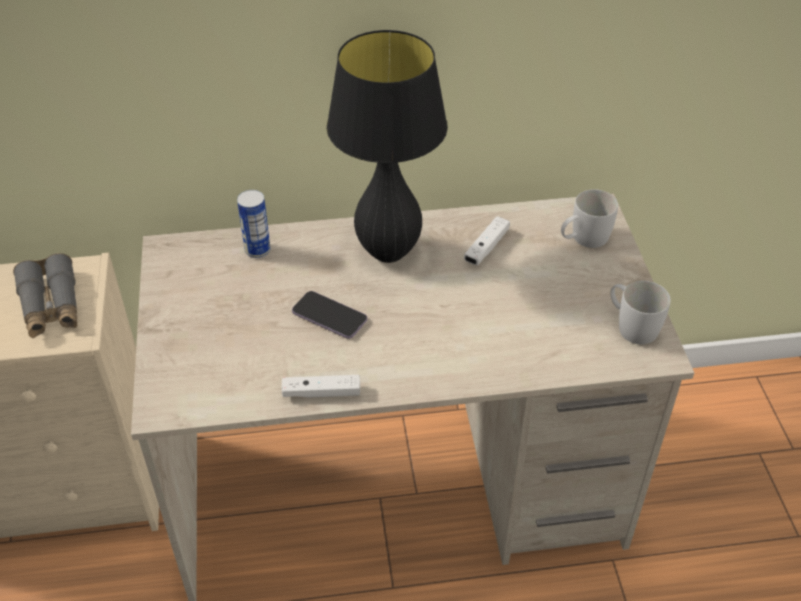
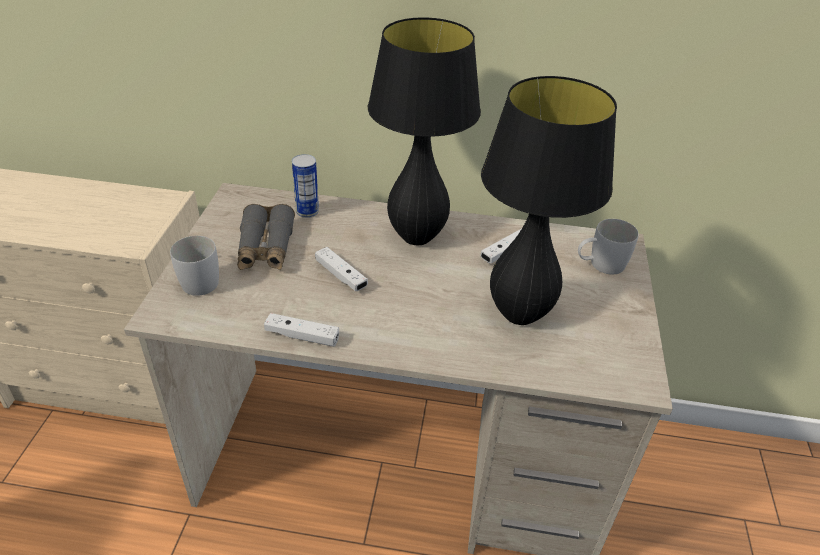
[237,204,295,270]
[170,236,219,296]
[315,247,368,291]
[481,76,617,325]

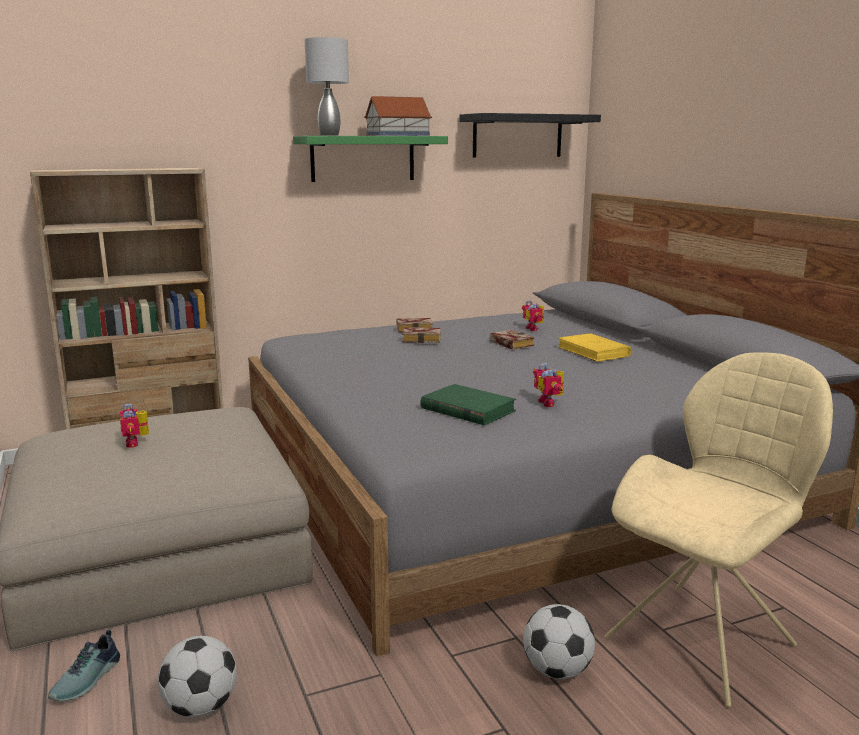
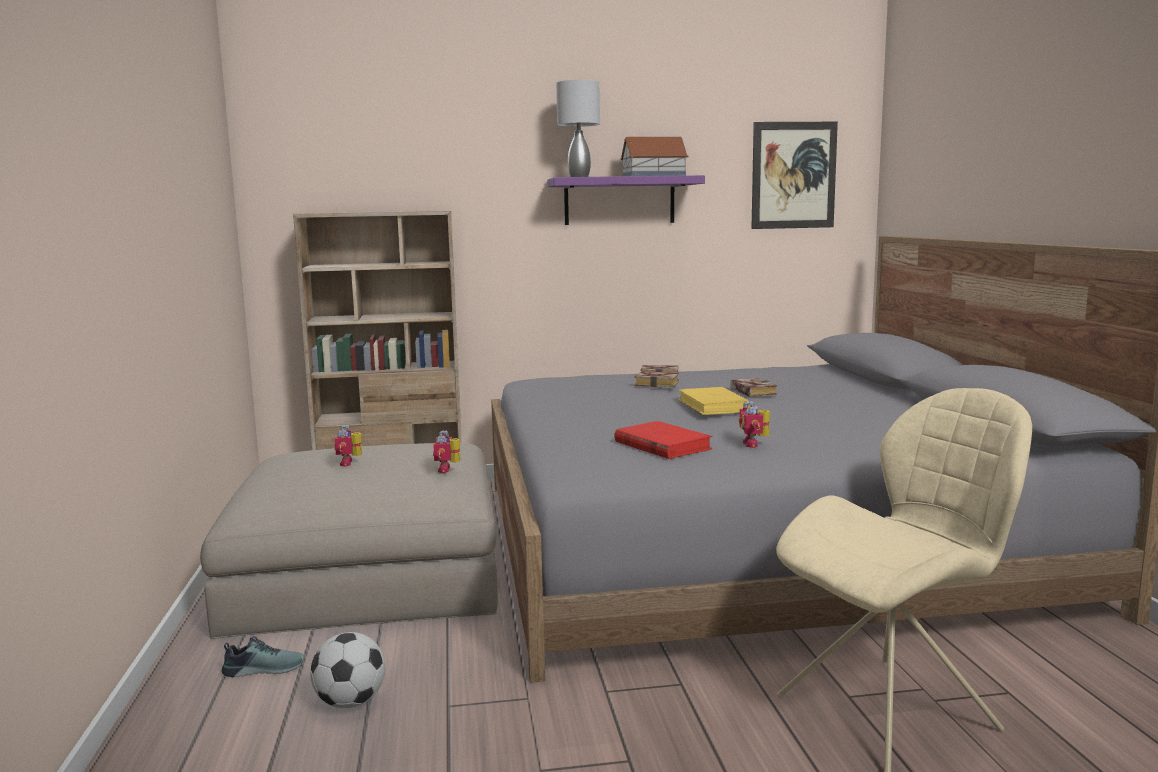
[751,122,838,229]
[547,175,705,225]
[433,430,460,473]
[679,387,751,415]
[614,421,712,459]
[523,604,595,679] (first image)
[222,636,304,678]

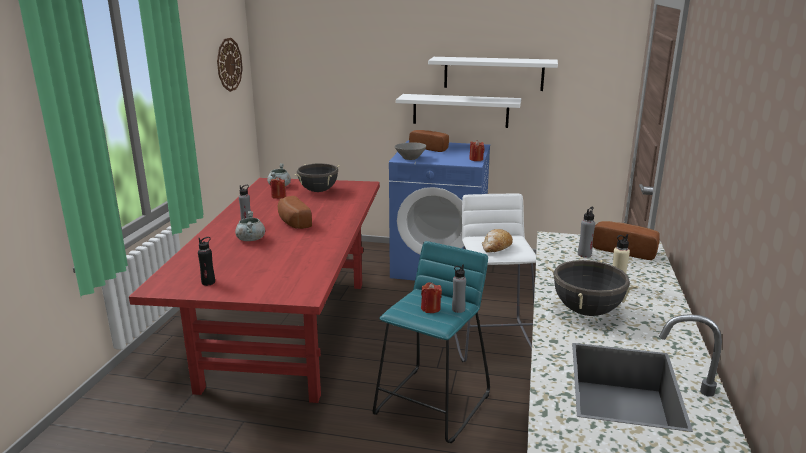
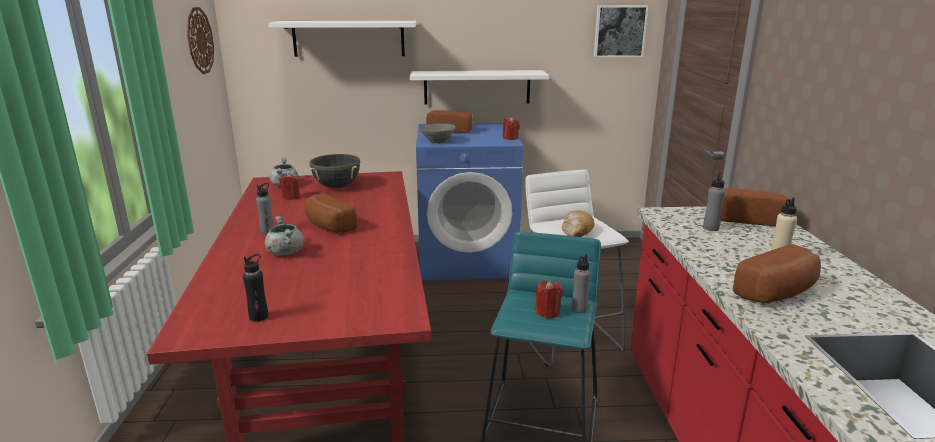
[268,21,416,57]
[733,244,821,304]
[594,5,648,57]

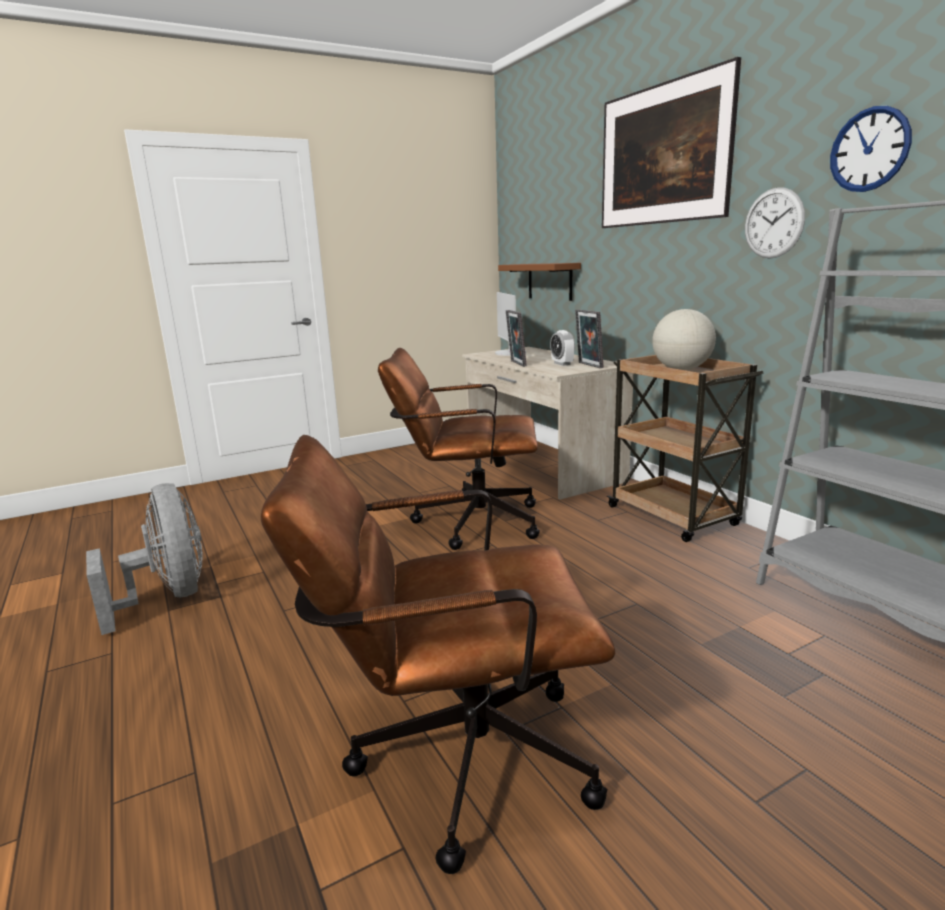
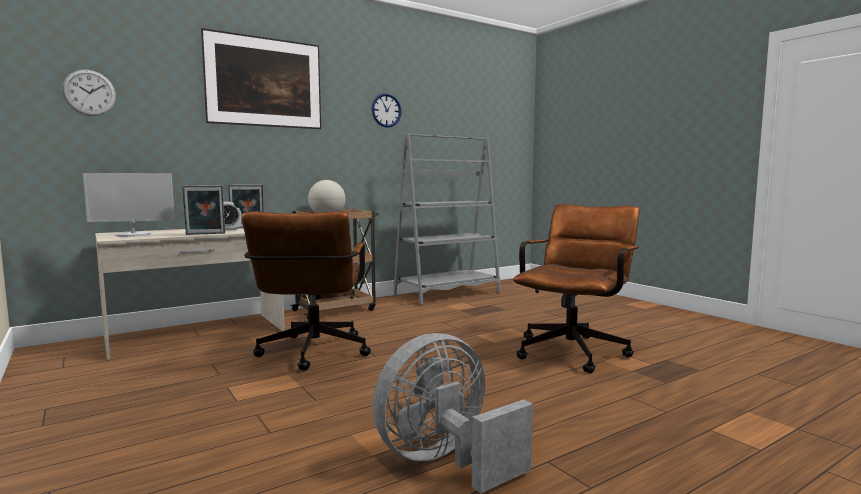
[62,70,116,116]
[498,263,581,301] (first image)
[513,204,640,373]

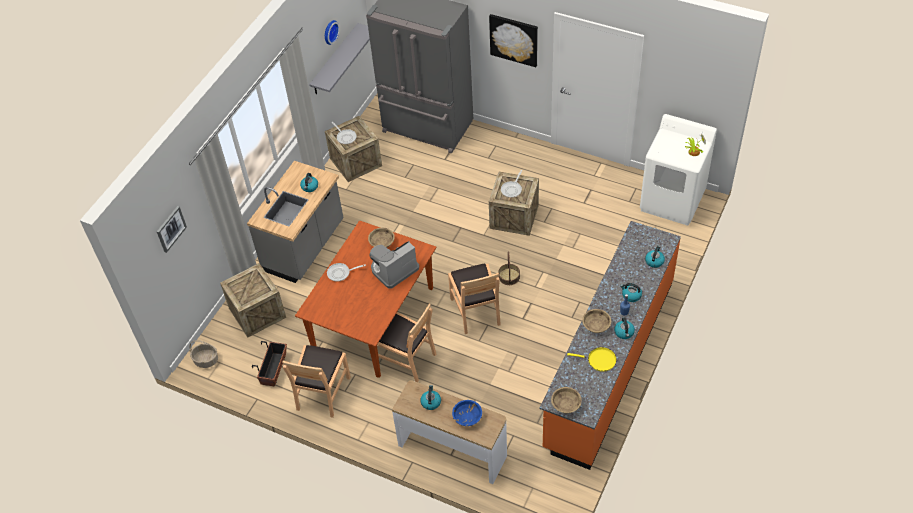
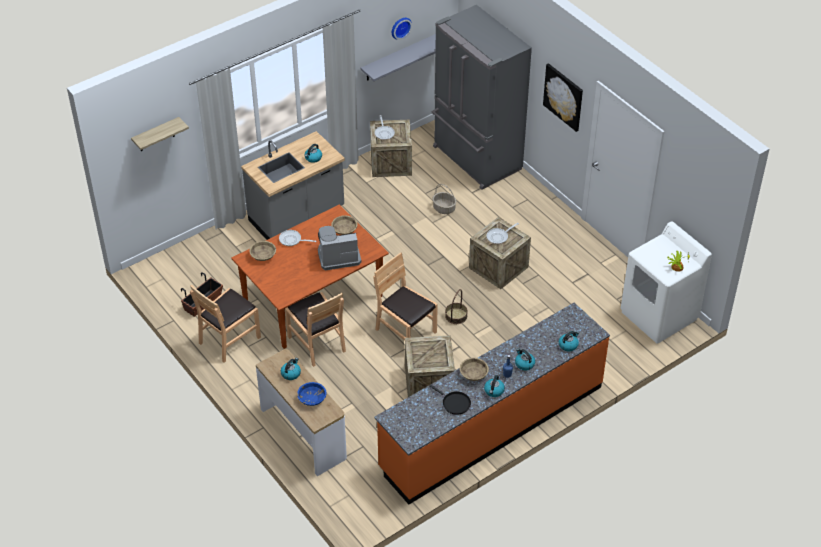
[131,117,189,151]
[405,335,455,397]
[373,253,438,341]
[432,184,456,214]
[429,384,471,415]
[249,241,276,261]

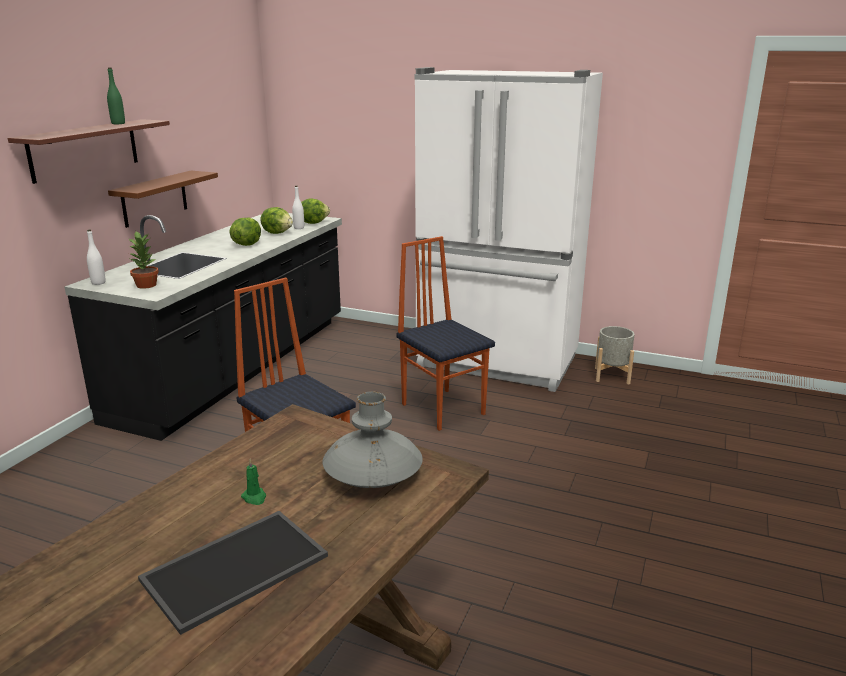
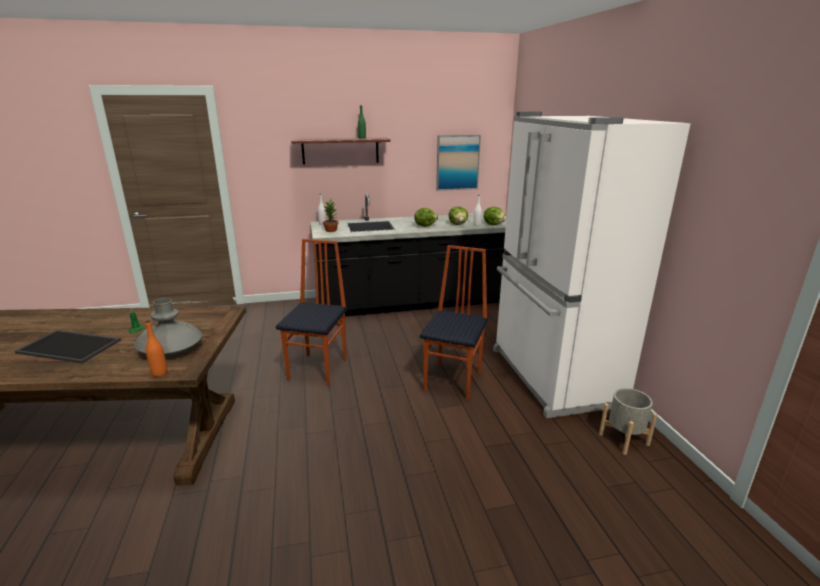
[108,171,218,228] (first image)
[436,135,481,191]
[145,320,167,377]

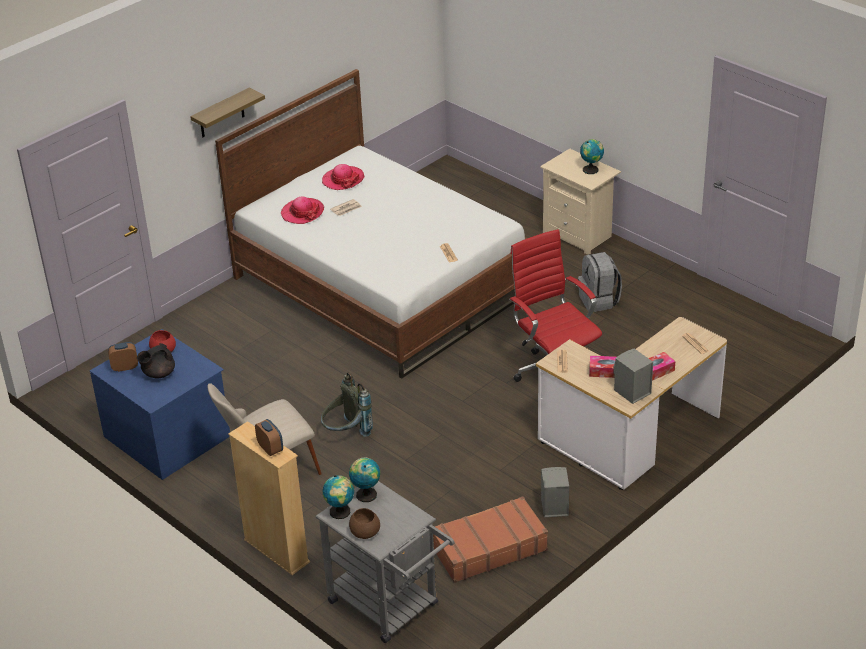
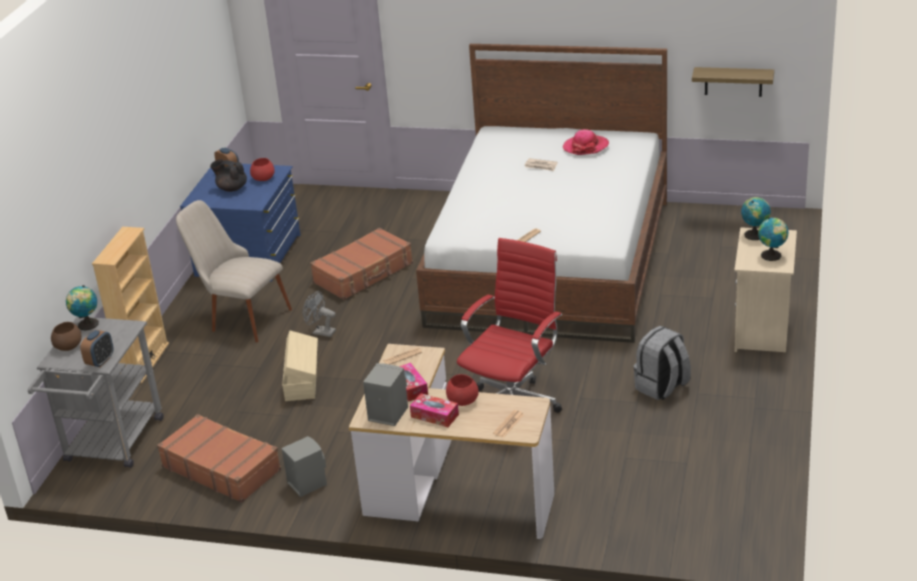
[692,67,774,97]
[281,196,324,224] (first image)
[303,291,336,337]
[80,330,114,367]
[741,197,771,240]
[310,228,413,300]
[282,331,318,401]
[446,374,479,406]

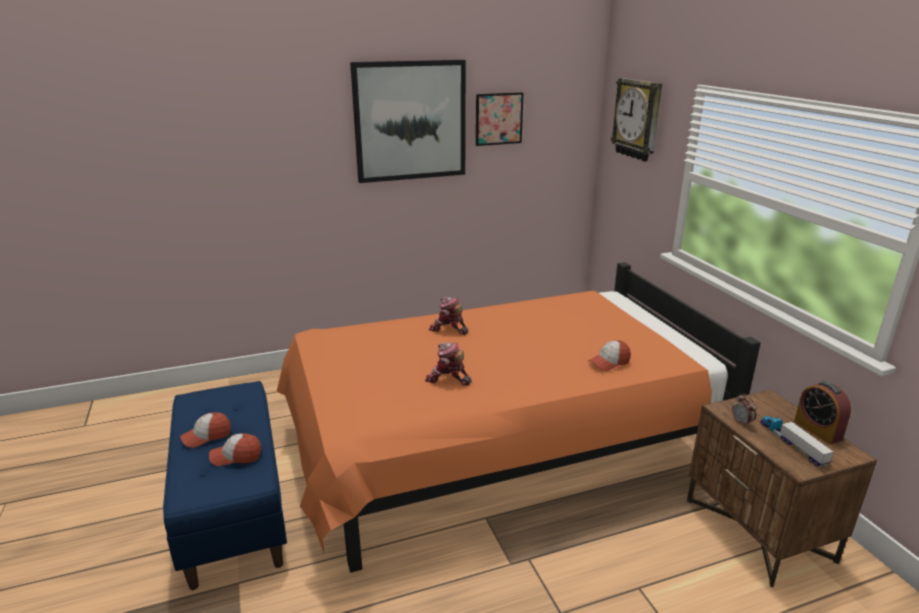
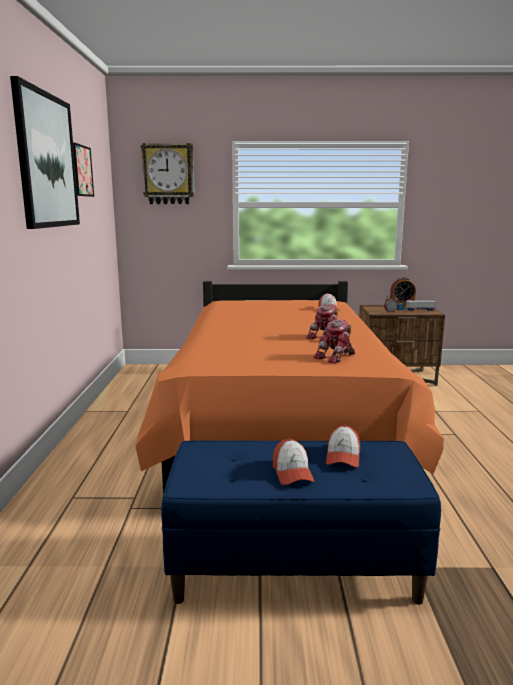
[313,319,355,364]

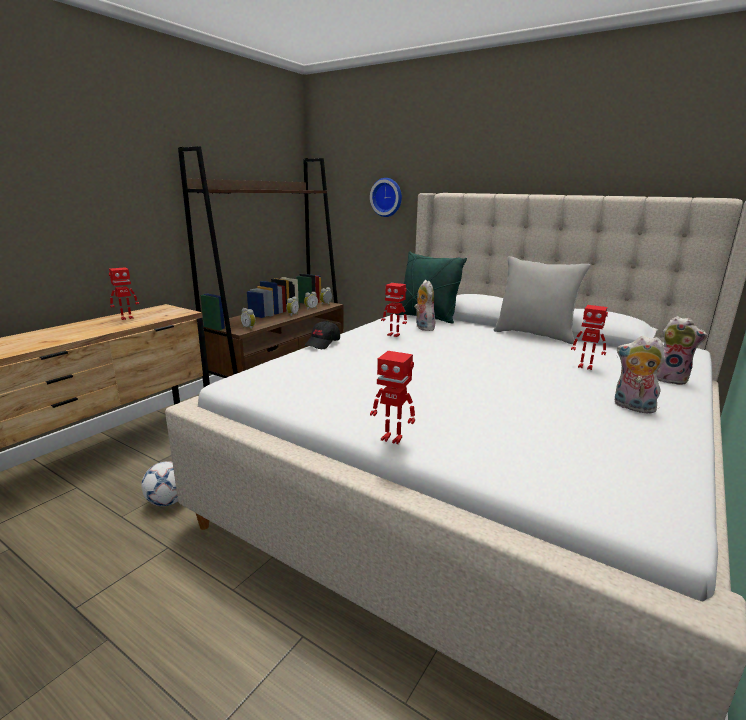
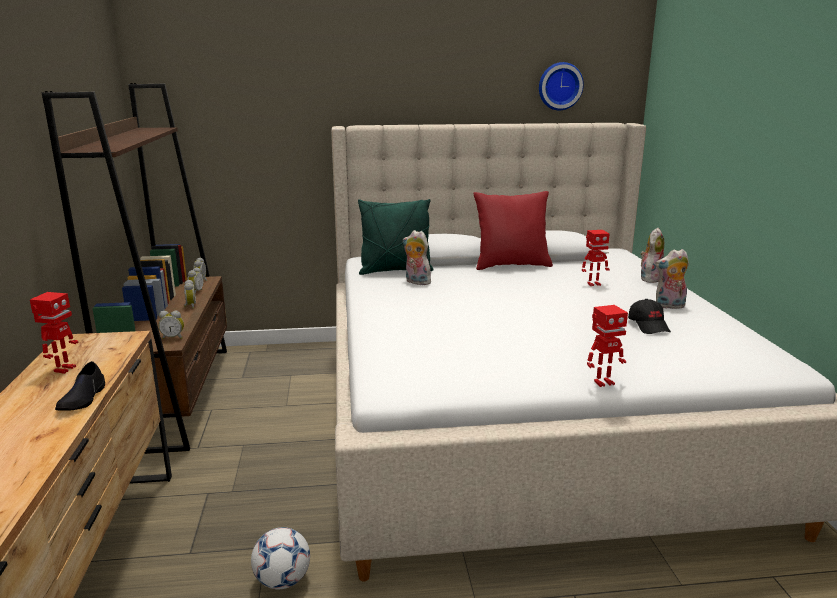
[539,62,584,110]
[474,191,553,270]
[381,283,407,337] (first image)
[641,228,664,283]
[628,299,671,334]
[55,361,105,411]

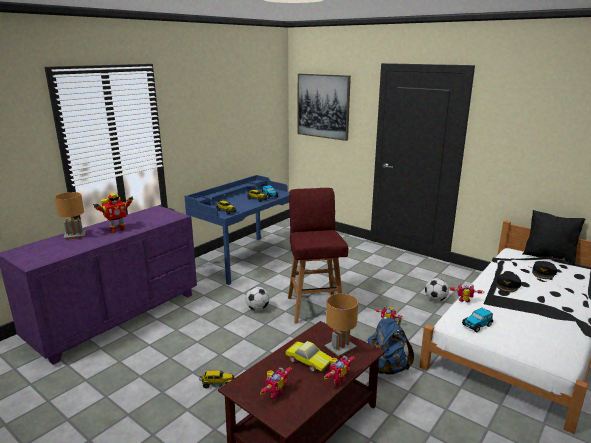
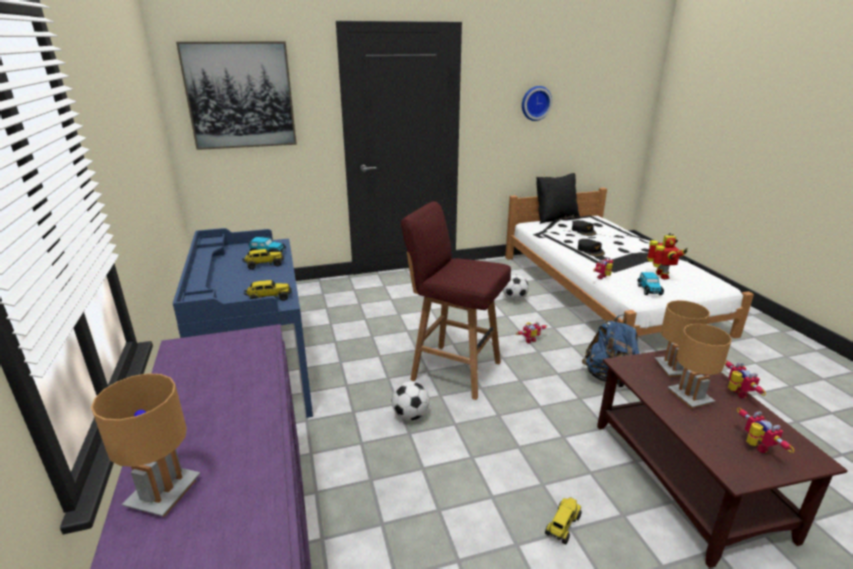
[647,233,688,279]
[668,324,732,409]
[522,86,552,121]

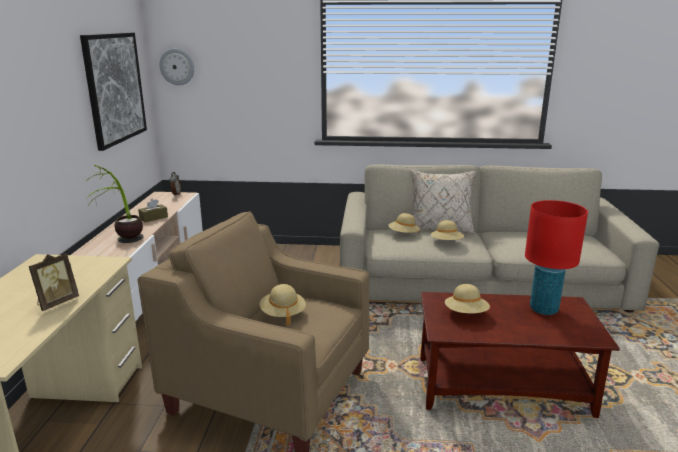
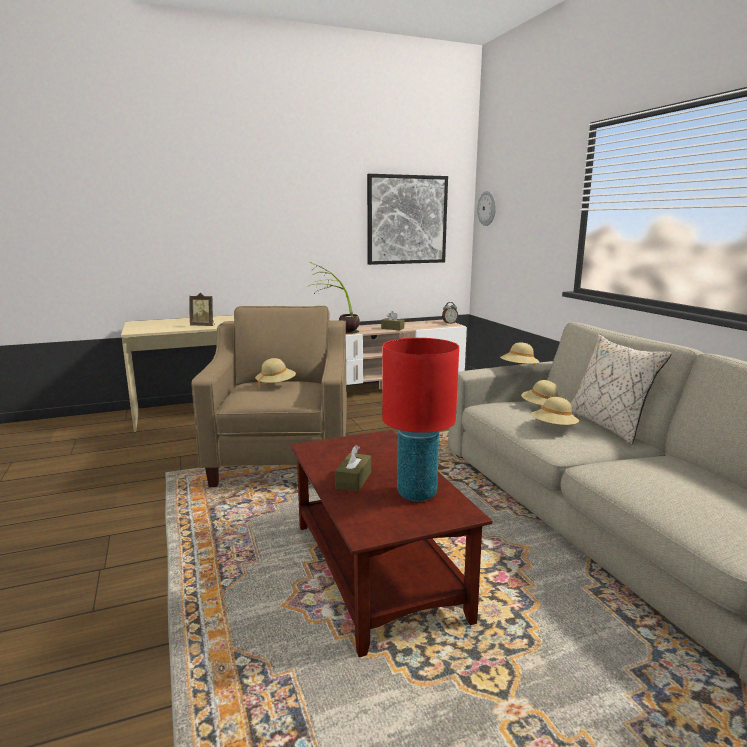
[500,342,540,367]
[335,445,371,492]

